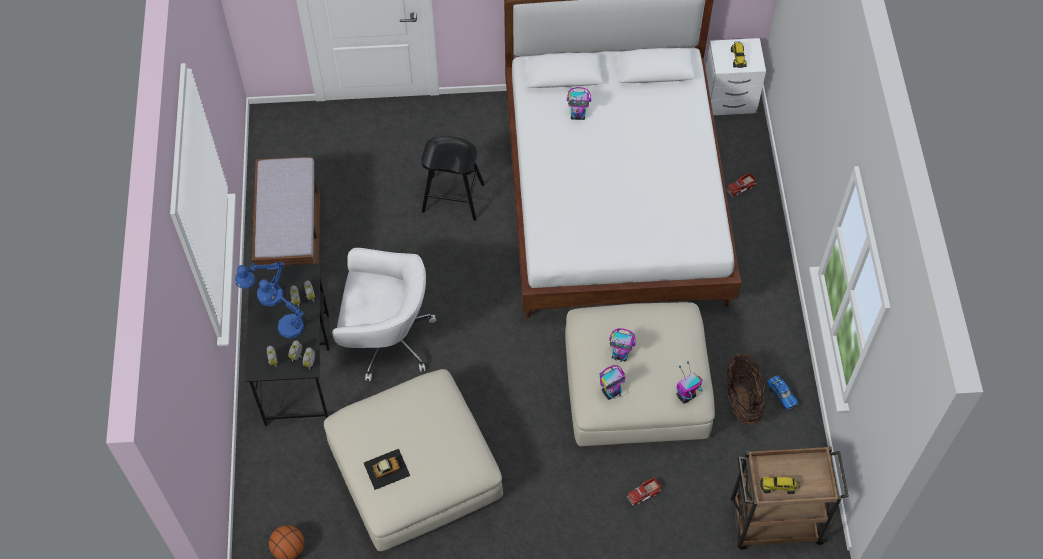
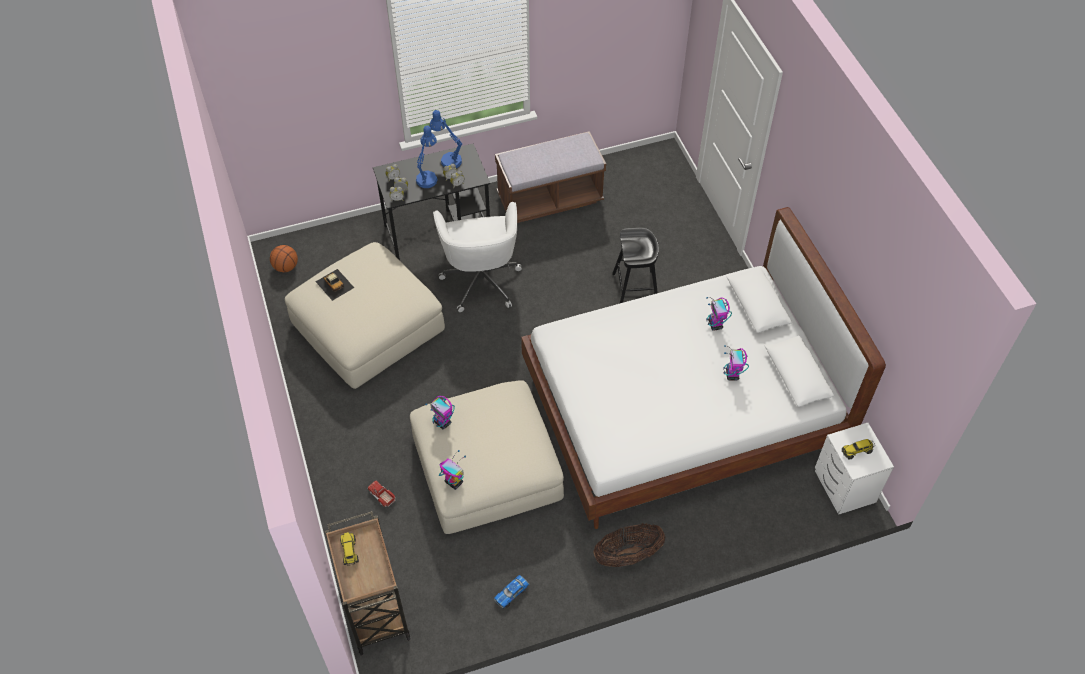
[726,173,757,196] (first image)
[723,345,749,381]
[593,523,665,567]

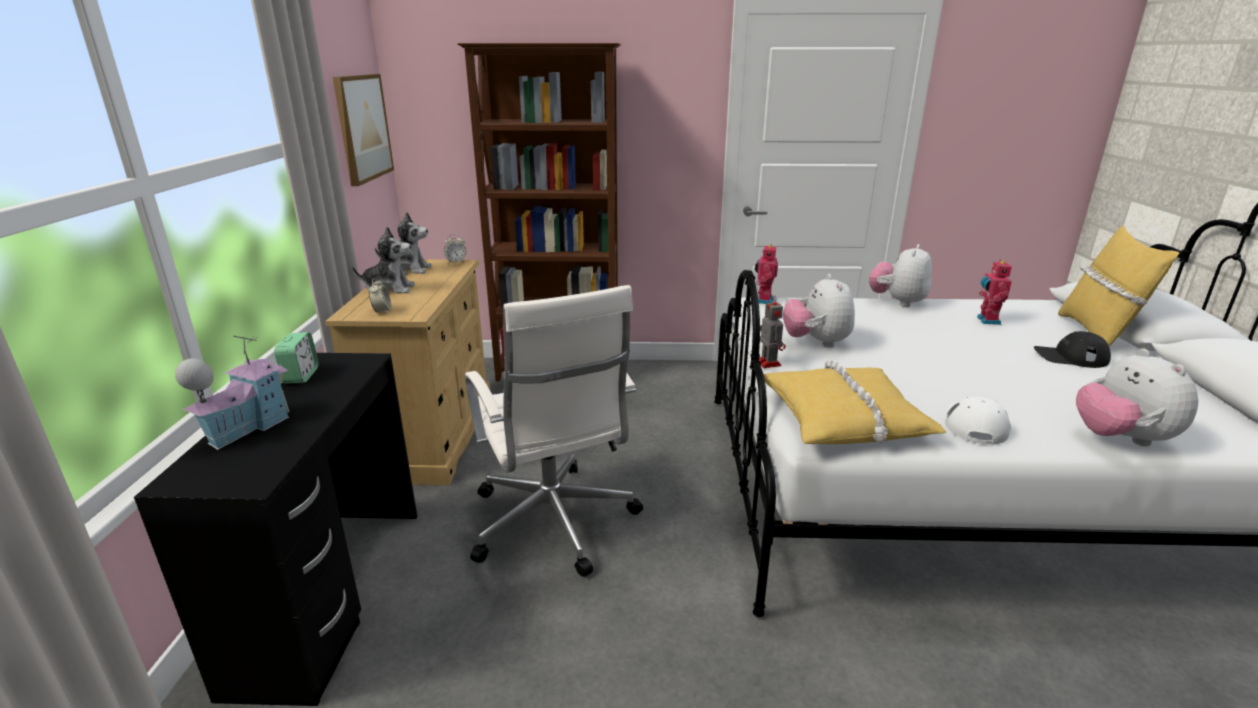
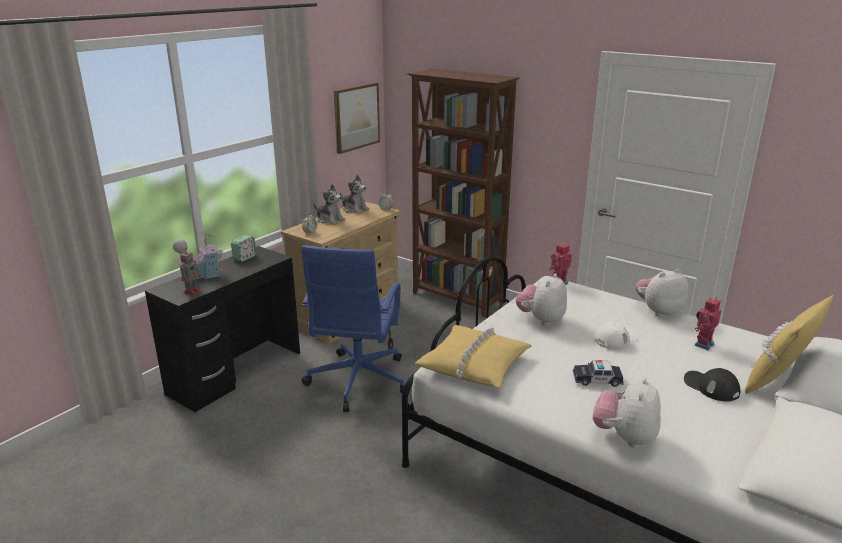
[302,245,410,412]
[180,249,201,295]
[595,322,639,350]
[573,360,624,387]

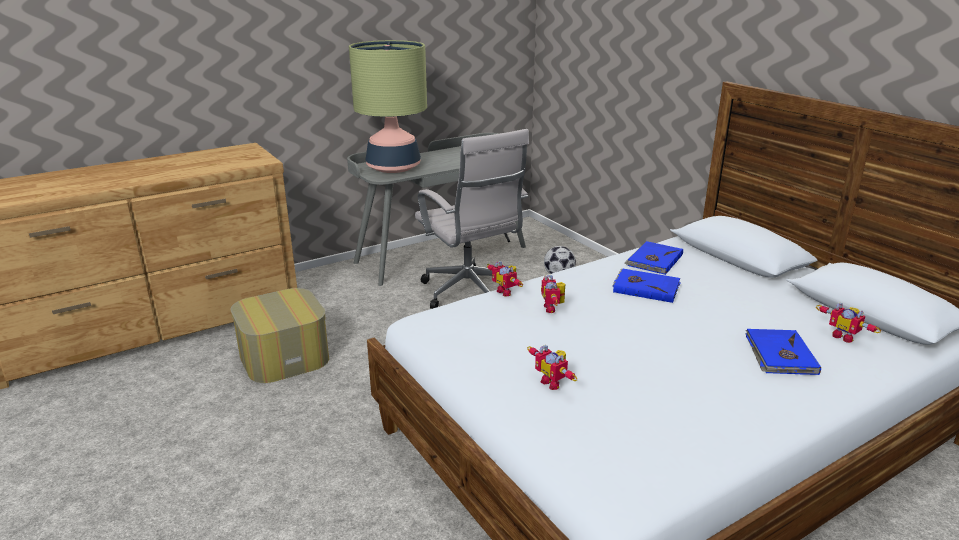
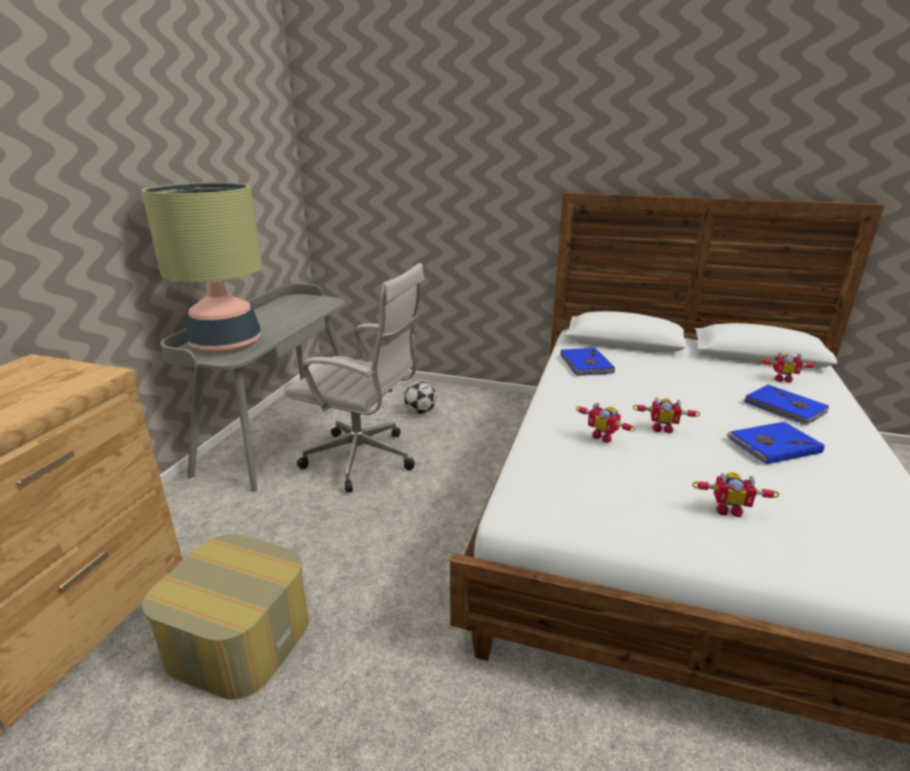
[633,397,701,433]
[726,422,825,464]

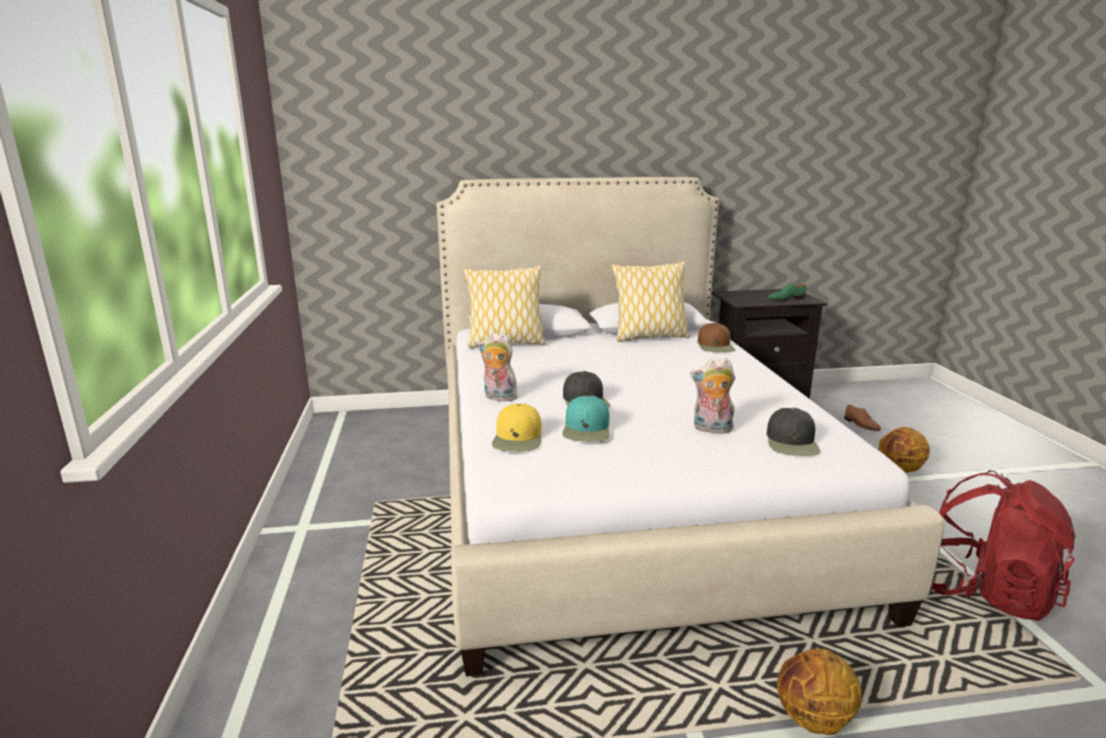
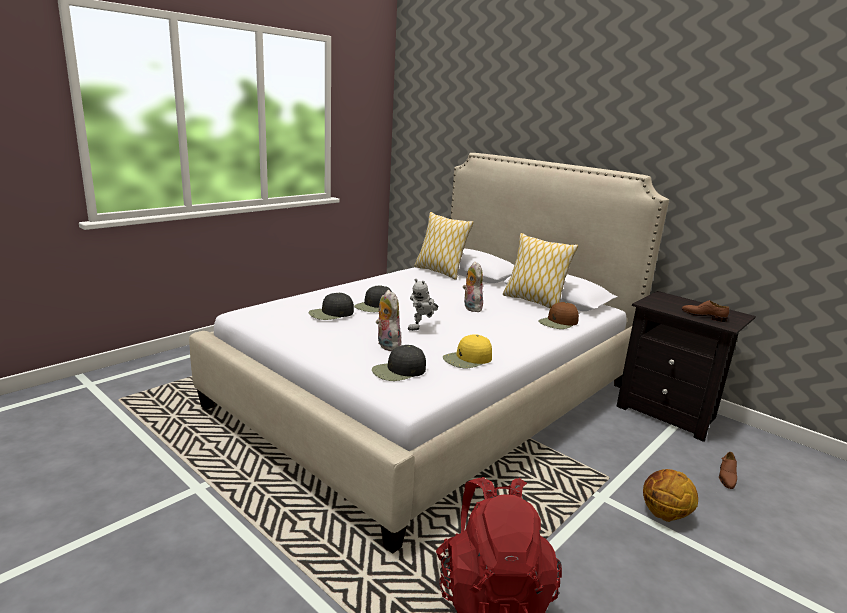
[682,300,729,322]
[463,261,483,312]
[309,293,354,320]
[443,334,492,368]
[777,649,862,735] (first image)
[408,279,439,331]

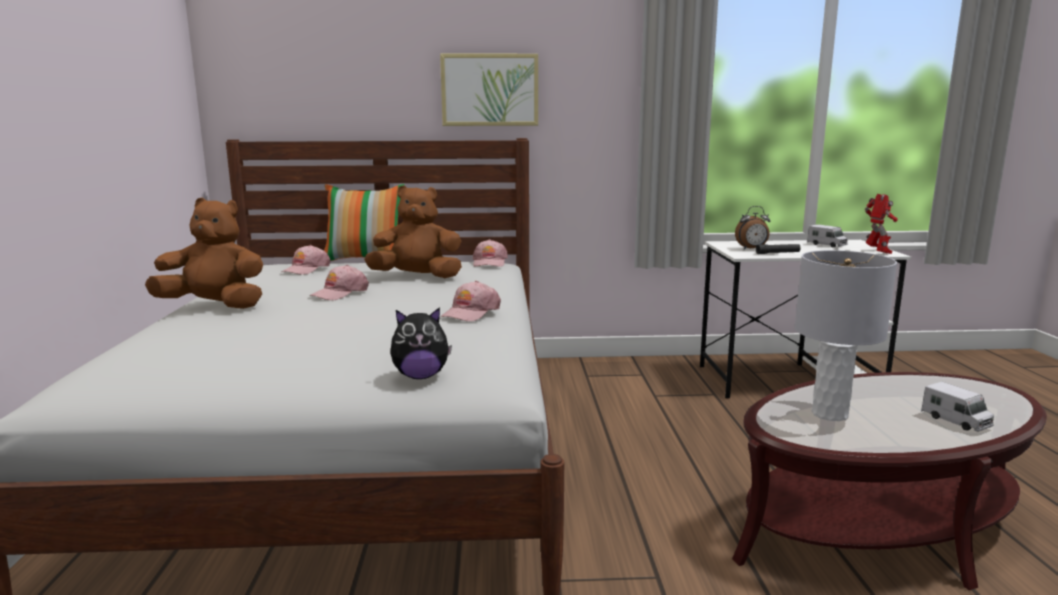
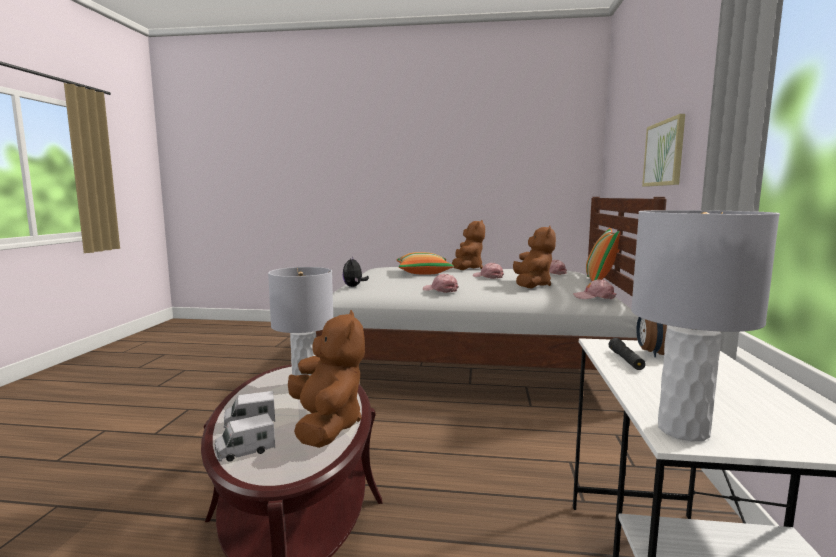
[631,210,780,441]
[214,413,275,462]
[397,252,454,274]
[288,310,365,448]

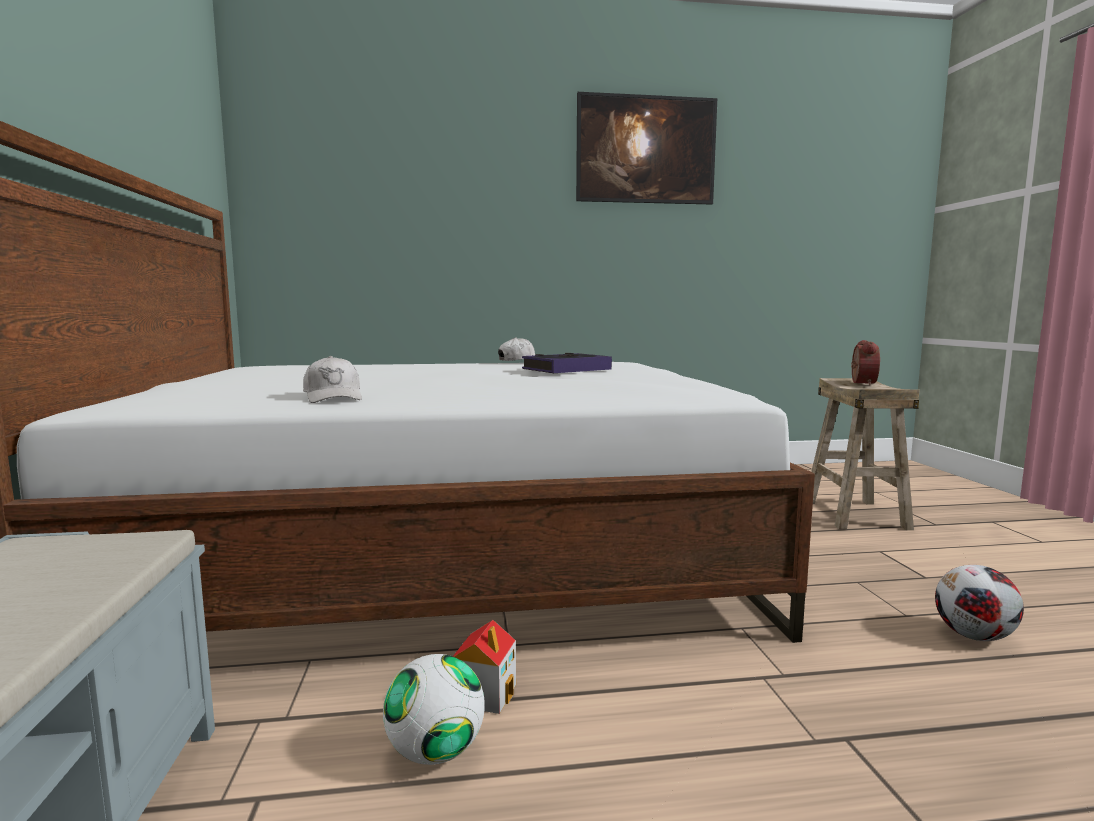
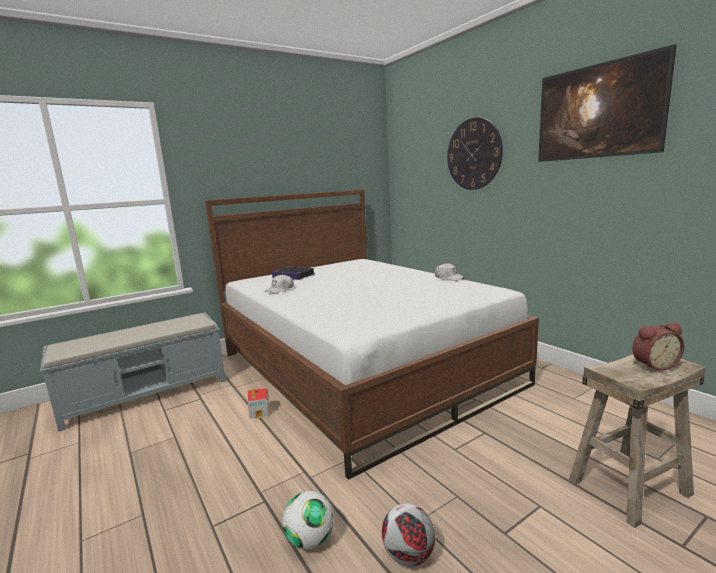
[272,266,315,280]
[282,491,334,549]
[447,117,503,190]

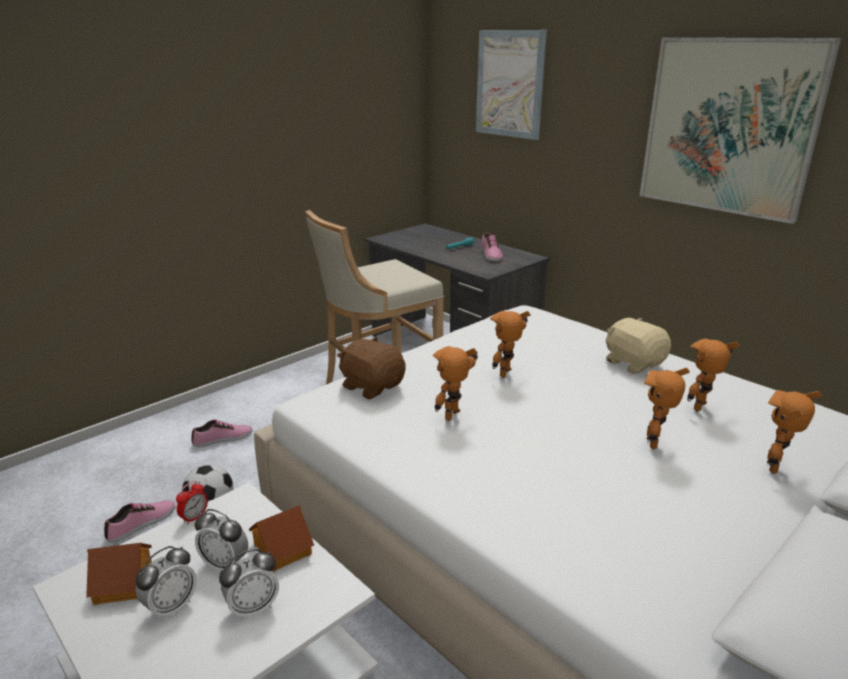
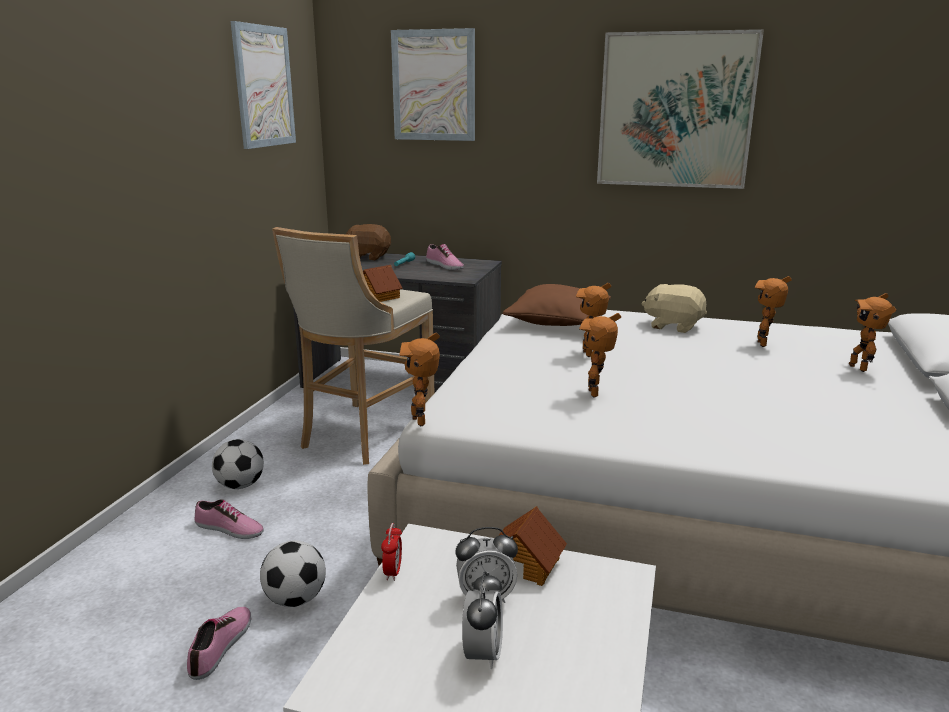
[346,224,391,260]
[399,333,440,426]
[194,499,264,539]
[363,265,402,302]
[219,549,279,621] (first image)
[231,21,296,149]
[503,284,611,326]
[212,439,264,489]

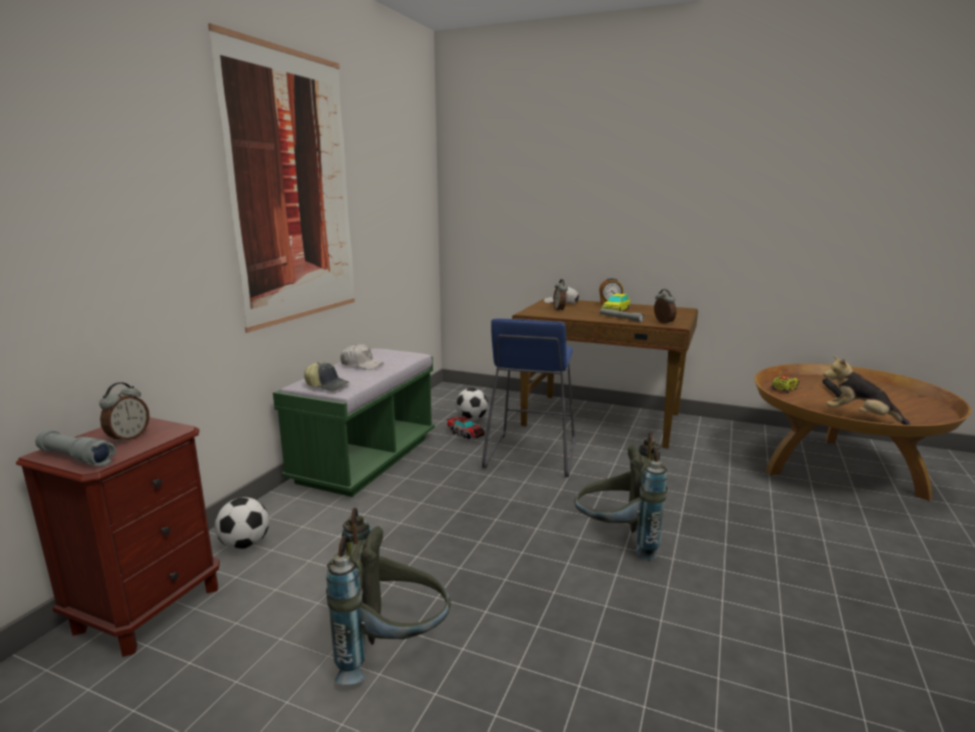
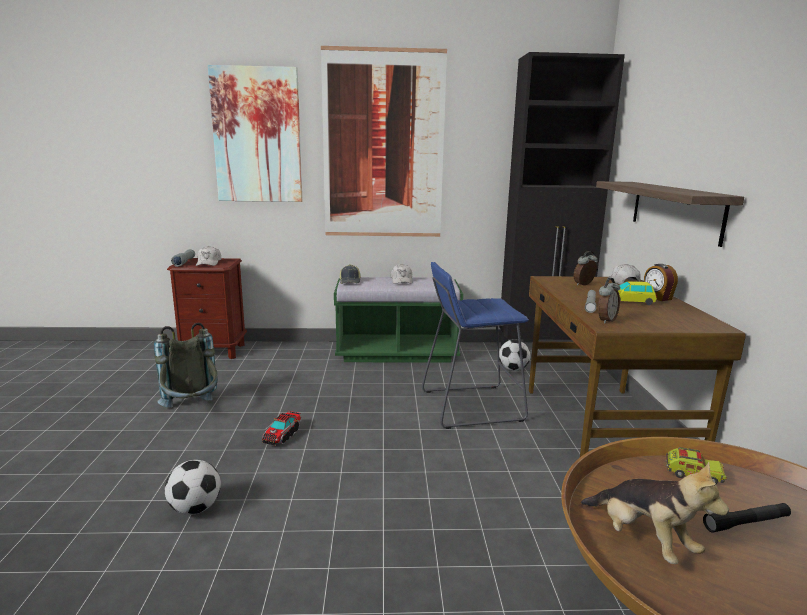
[581,462,729,564]
[196,246,221,266]
[262,411,301,446]
[574,432,667,561] (first image)
[165,460,221,515]
[499,52,625,356]
[208,65,302,202]
[596,181,744,247]

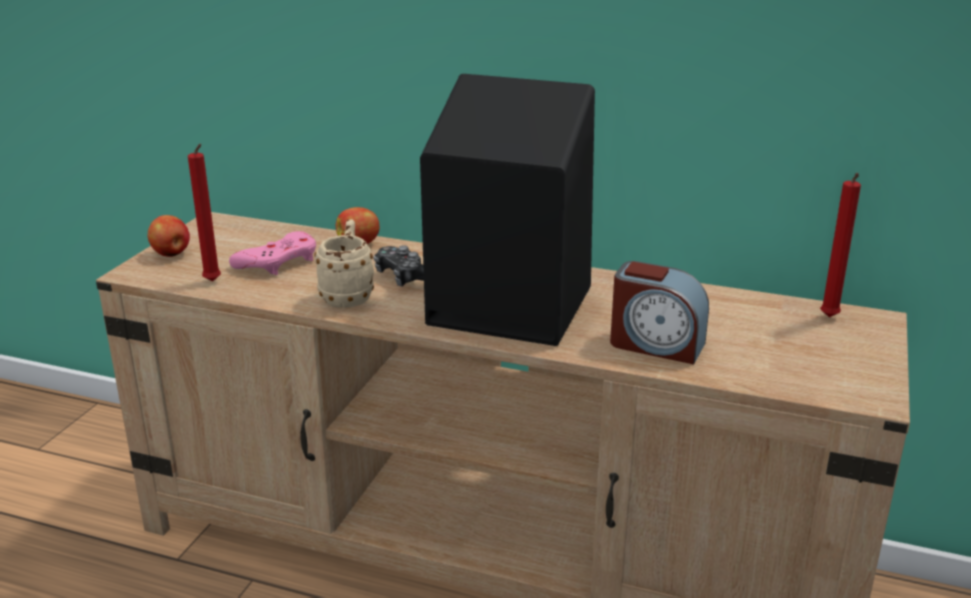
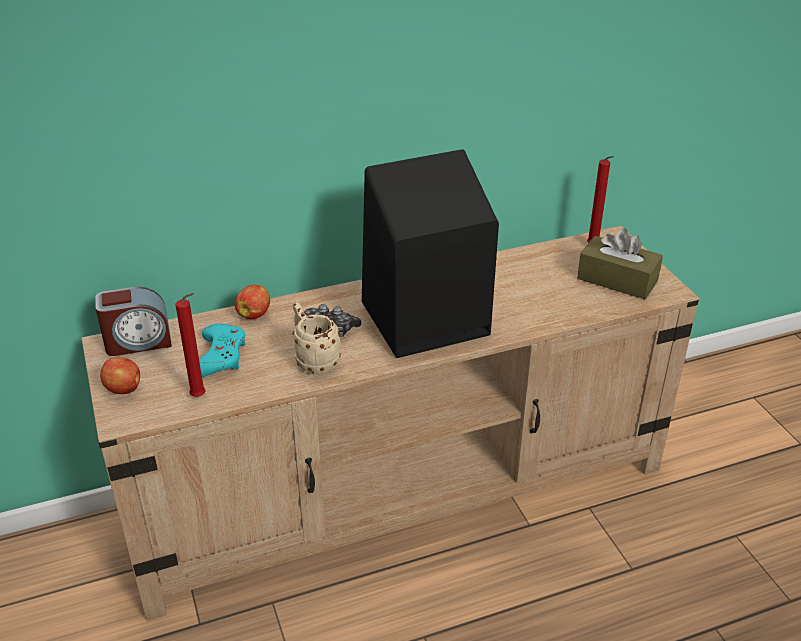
[199,324,245,377]
[95,287,172,356]
[577,228,663,299]

